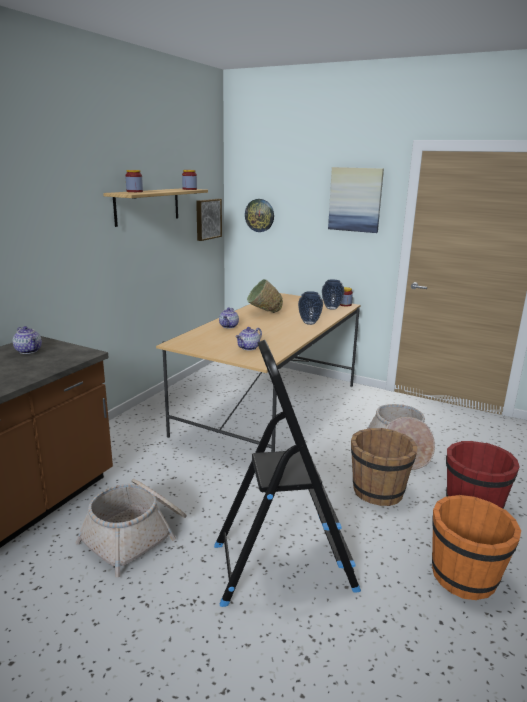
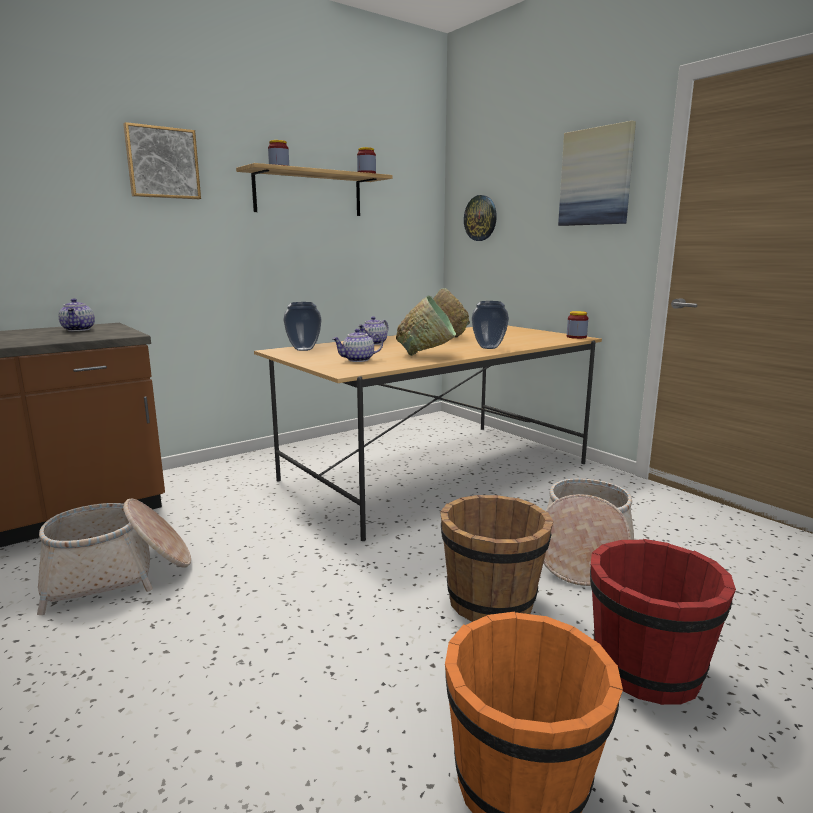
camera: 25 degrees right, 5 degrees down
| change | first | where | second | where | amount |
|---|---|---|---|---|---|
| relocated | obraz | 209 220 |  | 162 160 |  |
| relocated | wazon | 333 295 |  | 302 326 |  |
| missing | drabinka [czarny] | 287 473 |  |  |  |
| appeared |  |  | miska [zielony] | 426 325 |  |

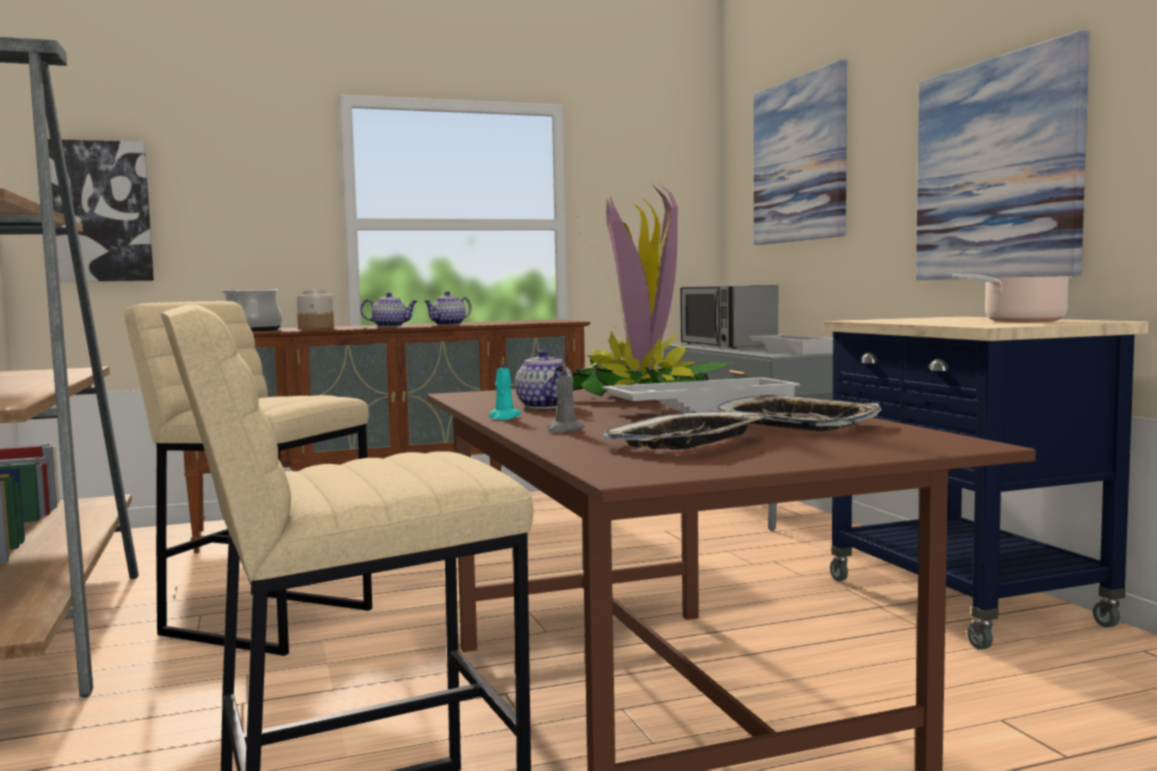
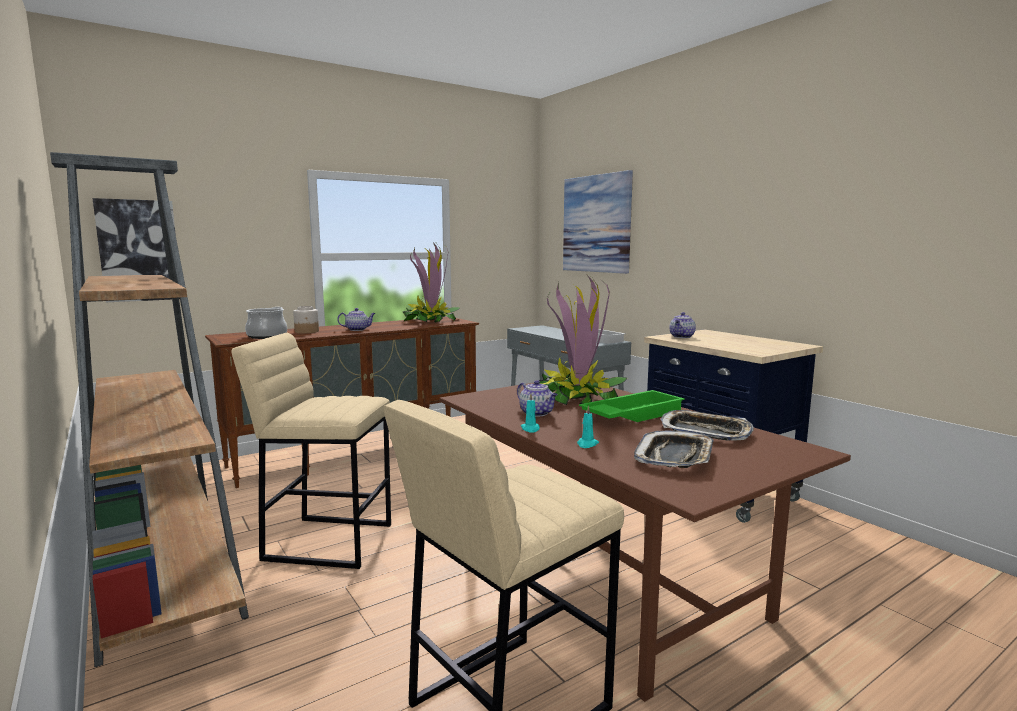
camera: 15 degrees left, 5 degrees up
| change | first | where | second | where | amount |
|---|---|---|---|---|---|
| missing | obraz | 1002 155 |  |  |  |
| missing | garnek | 1012 298 |  |  |  |
| missing | mikrofalówka | 729 317 |  |  |  |
| relocated | imbryk | 448 308 |  | 682 325 |  |
| colour | świeca [szary] | 566 397 | świeca [turkusowy] | 588 426 |  |
| colour | taca [biały] | 701 394 | taca [zielony] | 632 406 |  |
| appeared |  |  | roślina doniczkowa | 431 282 |  |

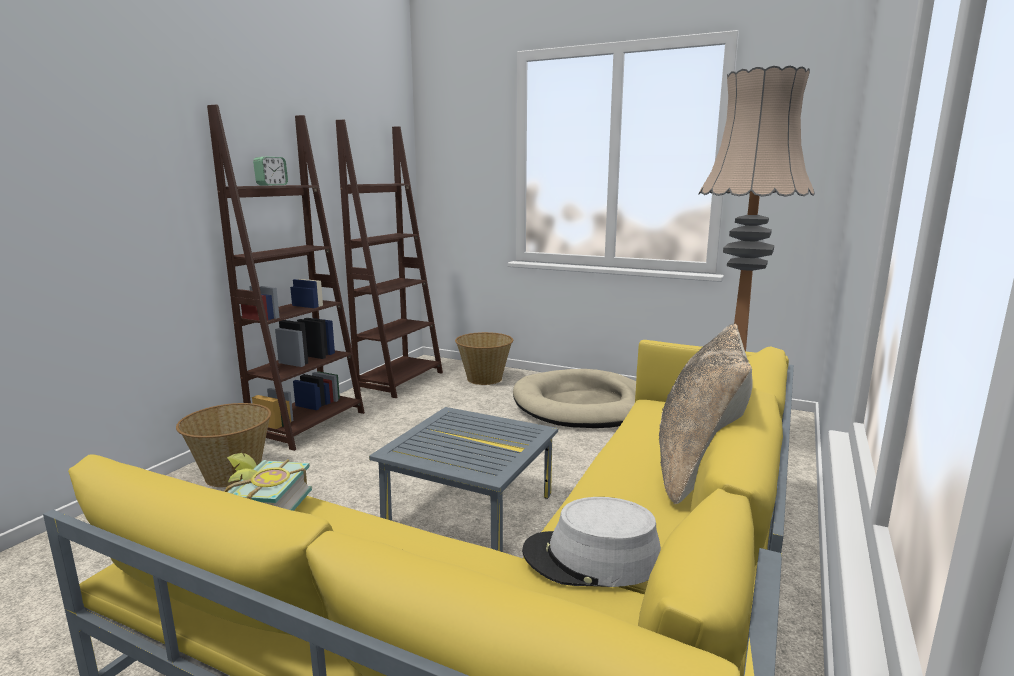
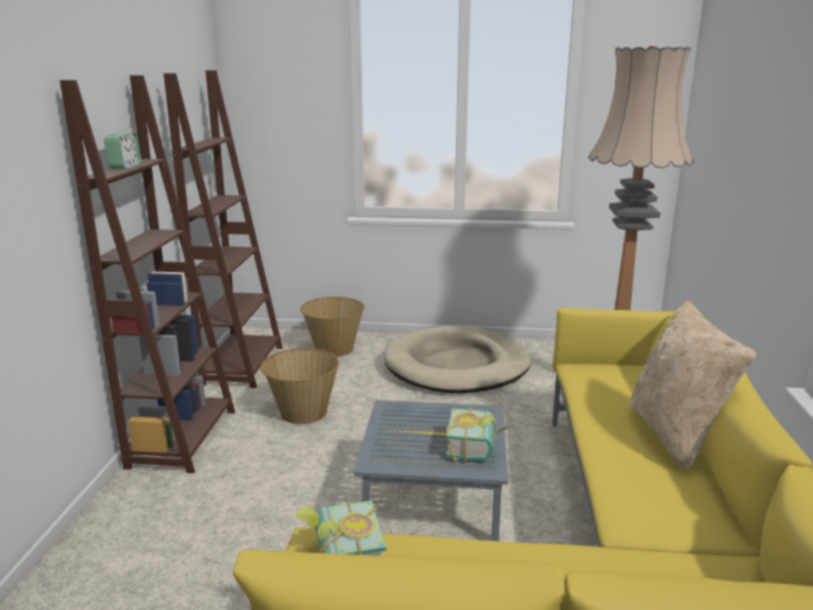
camera: 20 degrees left, 5 degrees up
| change | first | where | second | where | amount |
|---|---|---|---|---|---|
| relocated | koszyk | 223 445 |  | 299 386 |  |
| missing | kapelusz [szary] | 591 542 |  |  |  |
| appeared |  |  | książka | 477 434 |  |

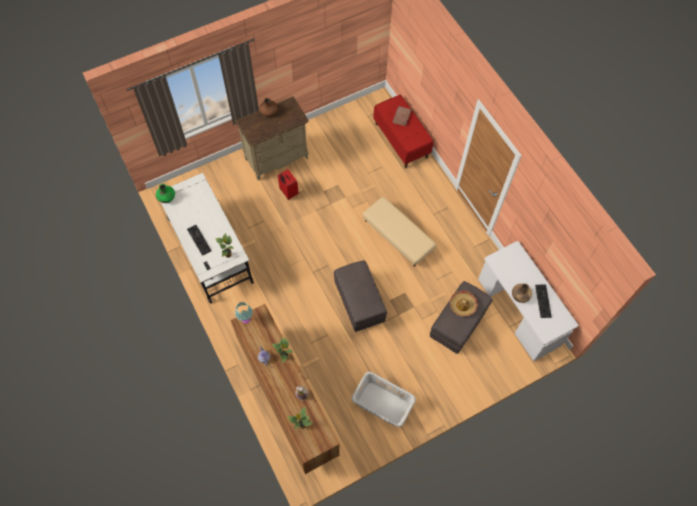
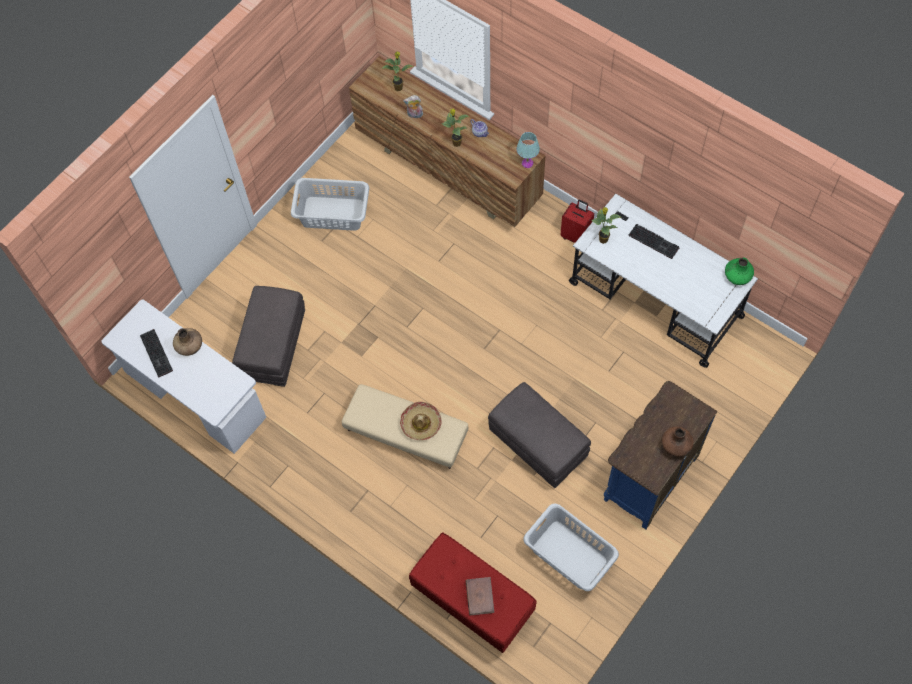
camera: 160 degrees right, 0 degrees up
| change | first | where | second | where | amount |
|---|---|---|---|---|---|
| colour | komoda [beżowy] | 272 138 | komoda [niebieski] | 661 455 |  |
| relocated | walizka [czerwony] | 288 184 |  | 577 221 |  |
| relocated | pufa [szary] | 360 296 |  | 539 435 |  |
| relocated | kapelusz | 464 304 |  | 421 421 |  |
| appeared |  |  | kosz na pranie [szary] | 571 547 |  |

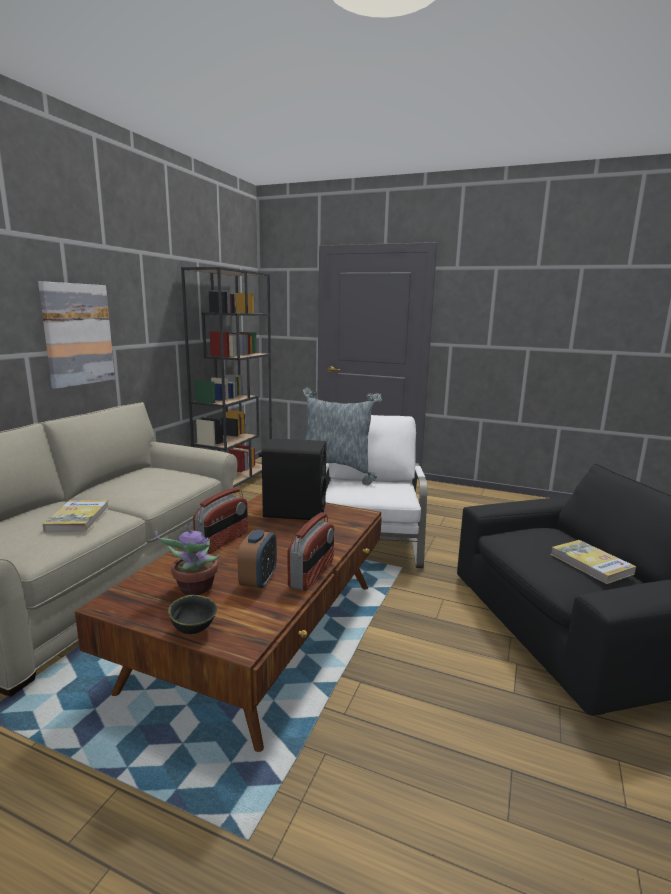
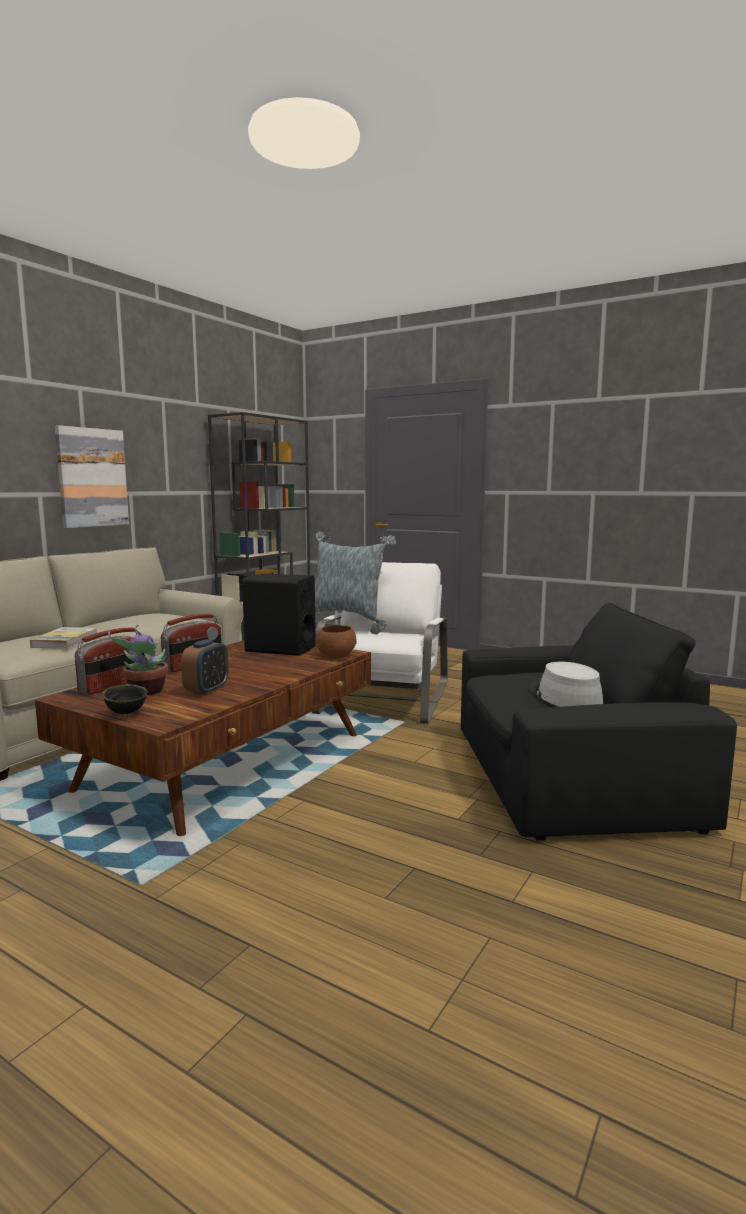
camera: 10 degrees right, 5 degrees down
| change | first | where | second | where | amount |
|---|---|---|---|---|---|
| relocated | radio | 311 551 |  | 110 661 |  |
| exchanged | książka | 593 562 | kapelusz [szary] | 566 684 |  |
| appeared |  |  | miska [brązowy] | 336 641 |  |

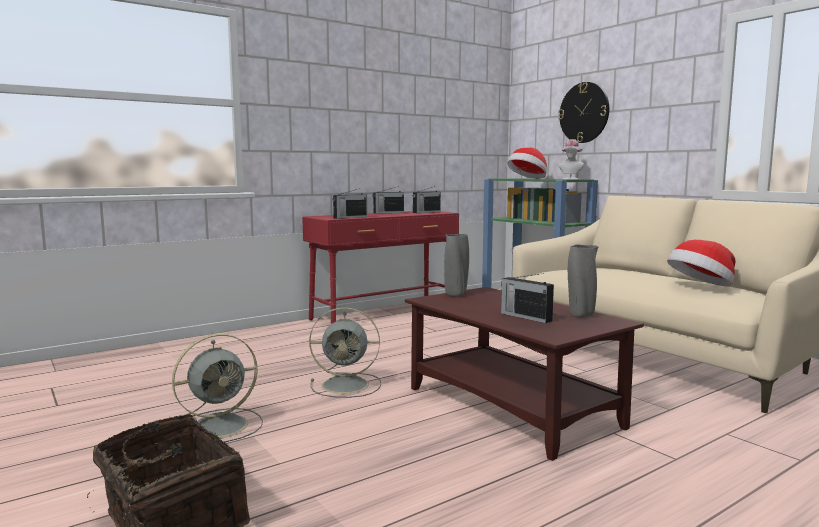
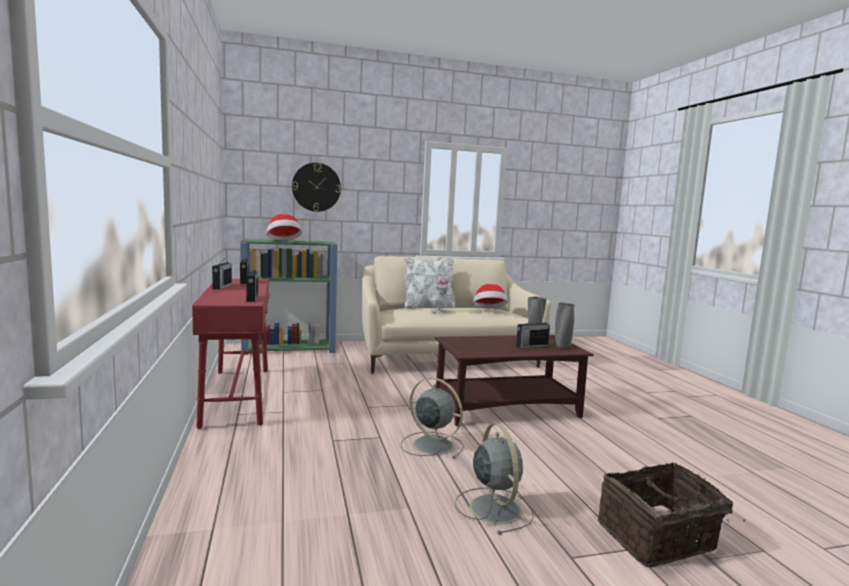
camera: 70 degrees left, 0 degrees up
| change | first | where | second | where | amount |
|---|---|---|---|---|---|
| relocated | kapelusz | 571 159 |  | 441 295 |  |
| relocated | wazon [szary] | 456 265 |  | 565 326 |  |
| spun | wentylator [szary] | 345 352 |  | 432 418 | 75 degrees counterclockwise |
| appeared |  |  | poduszka [biały] | 430 282 |  |

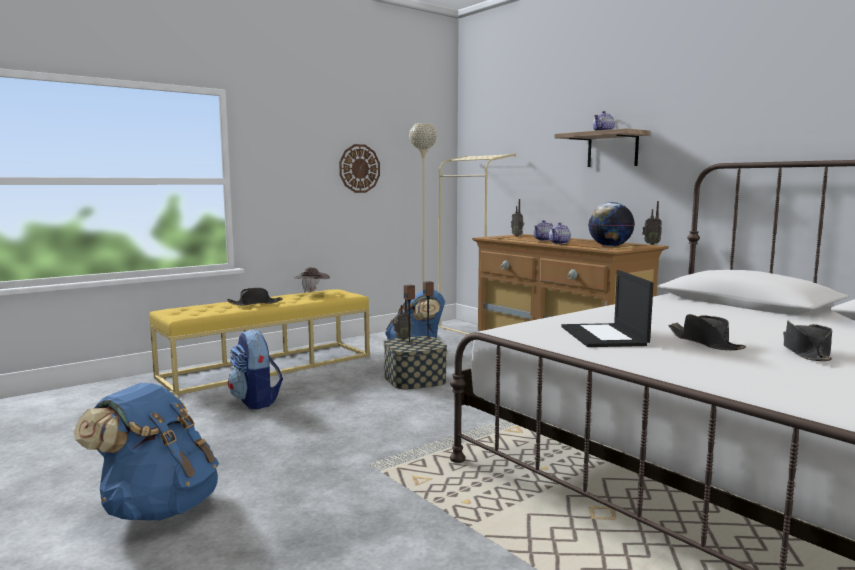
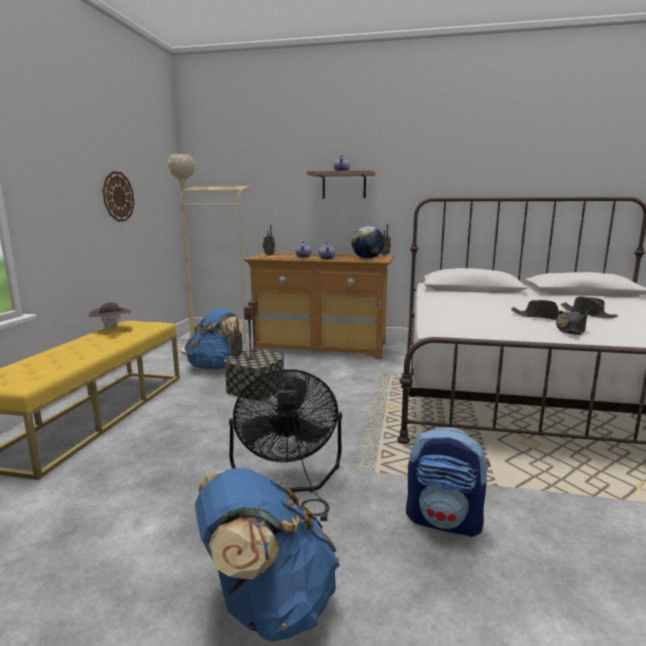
camera: 40 degrees left, 5 degrees up
| change | first | where | second | where | amount |
|---|---|---|---|---|---|
| missing | laptop | 608 308 |  |  |  |
| relocated | kapelusz [czarny] | 254 297 |  | 572 322 |  |
| relocated | plecak | 255 369 |  | 448 482 |  |
| appeared |  |  | wentylator [czarny] | 285 445 |  |

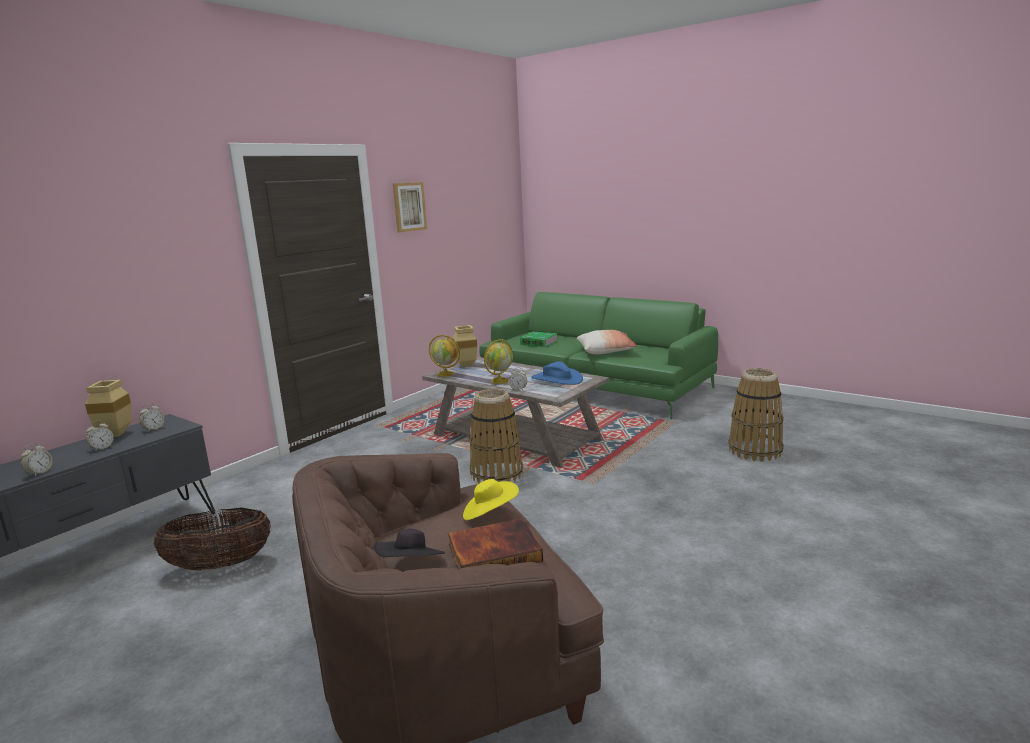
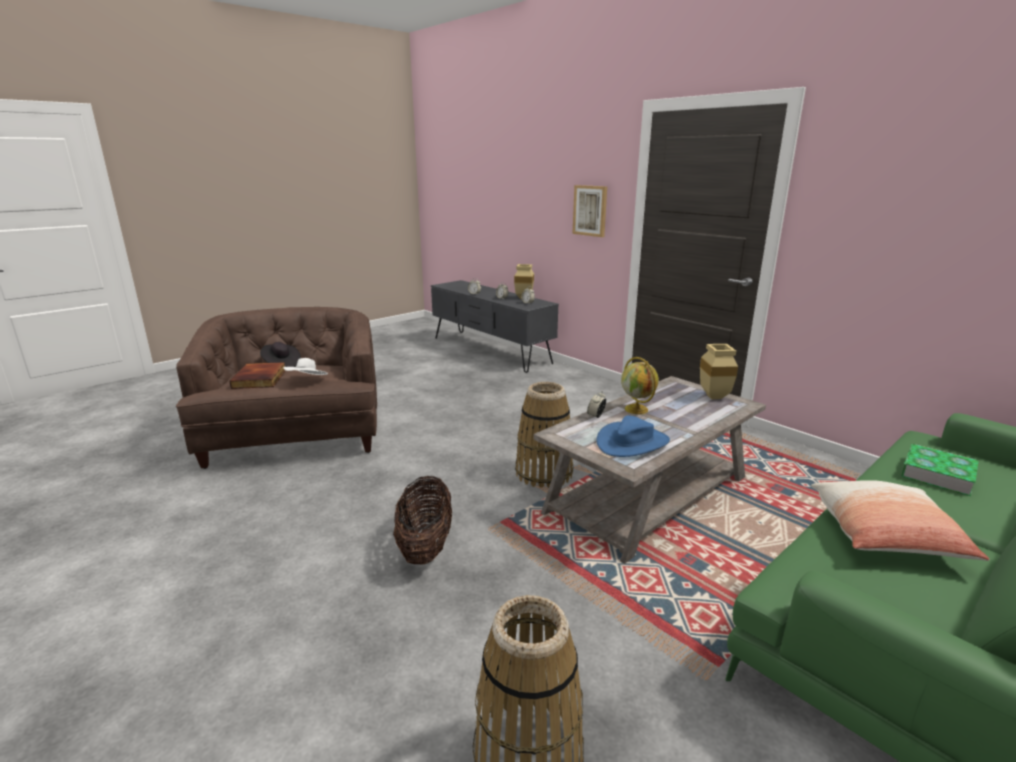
camera: 100 degrees right, 5 degrees up
| change | first | where | second | where | amount |
|---|---|---|---|---|---|
| relocated | obraz | 410 207 |  | 589 211 |  |
| missing | globus | 444 356 |  |  |  |
| colour | kapelusz [żółty] | 491 499 | kapelusz [biały] | 305 366 |  |
| relocated | koszyk | 212 539 |  | 422 520 |  |

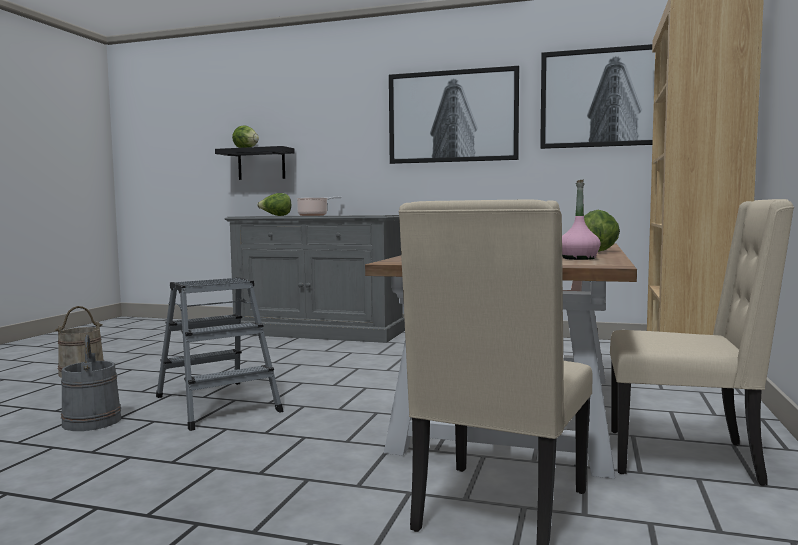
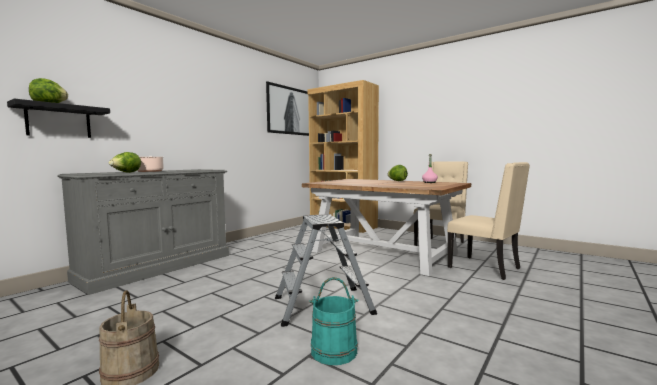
camera: 70 degrees left, 0 degrees up
| change | first | where | second | where | amount |
|---|---|---|---|---|---|
| missing | obraz | 454 115 |  |  |  |
| colour | wiadro [szary] | 91 383 | wiadro [turkusowy] | 333 321 |  |

